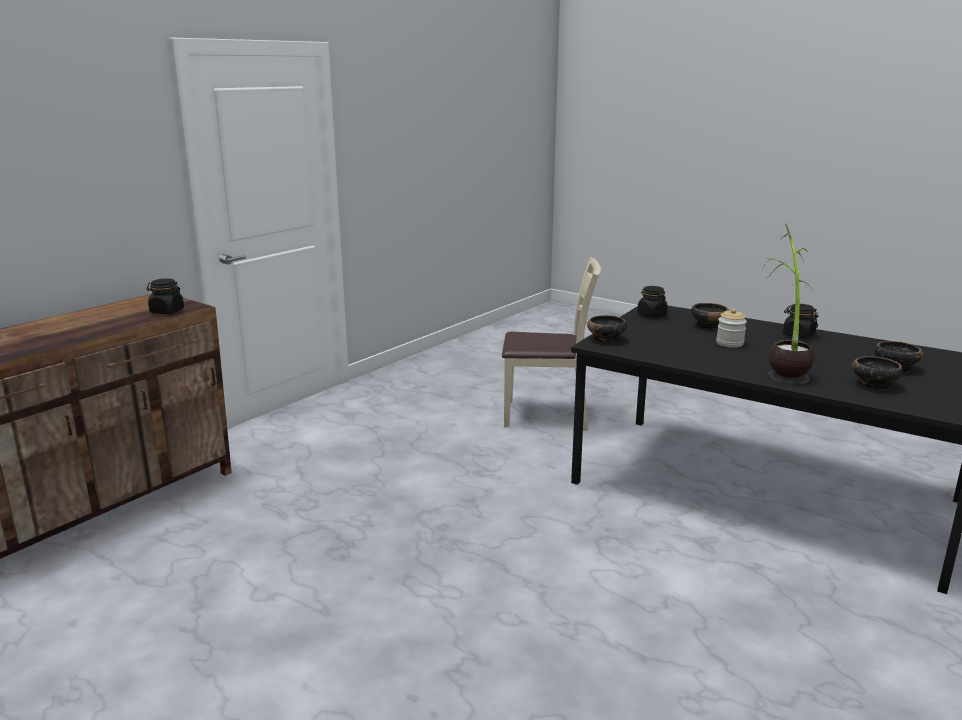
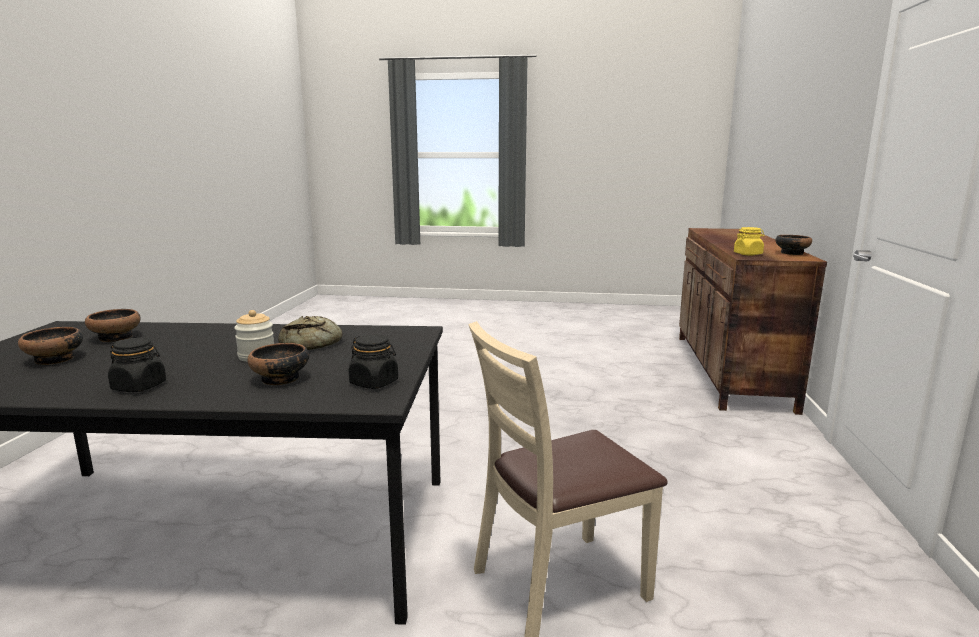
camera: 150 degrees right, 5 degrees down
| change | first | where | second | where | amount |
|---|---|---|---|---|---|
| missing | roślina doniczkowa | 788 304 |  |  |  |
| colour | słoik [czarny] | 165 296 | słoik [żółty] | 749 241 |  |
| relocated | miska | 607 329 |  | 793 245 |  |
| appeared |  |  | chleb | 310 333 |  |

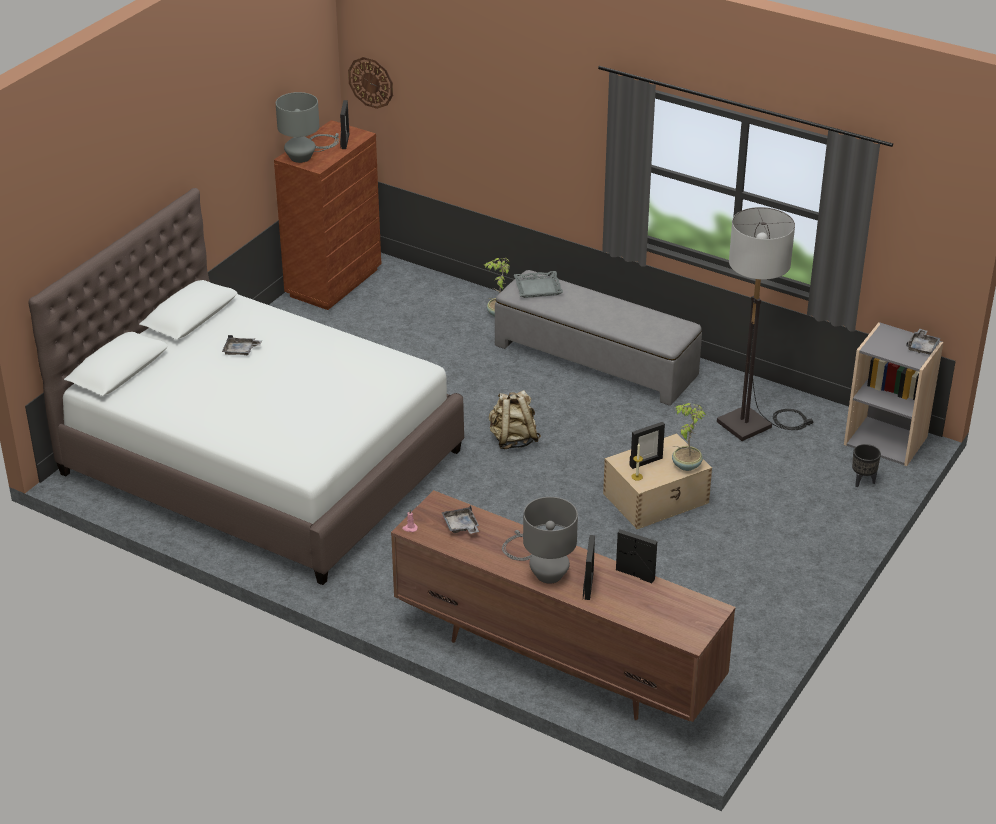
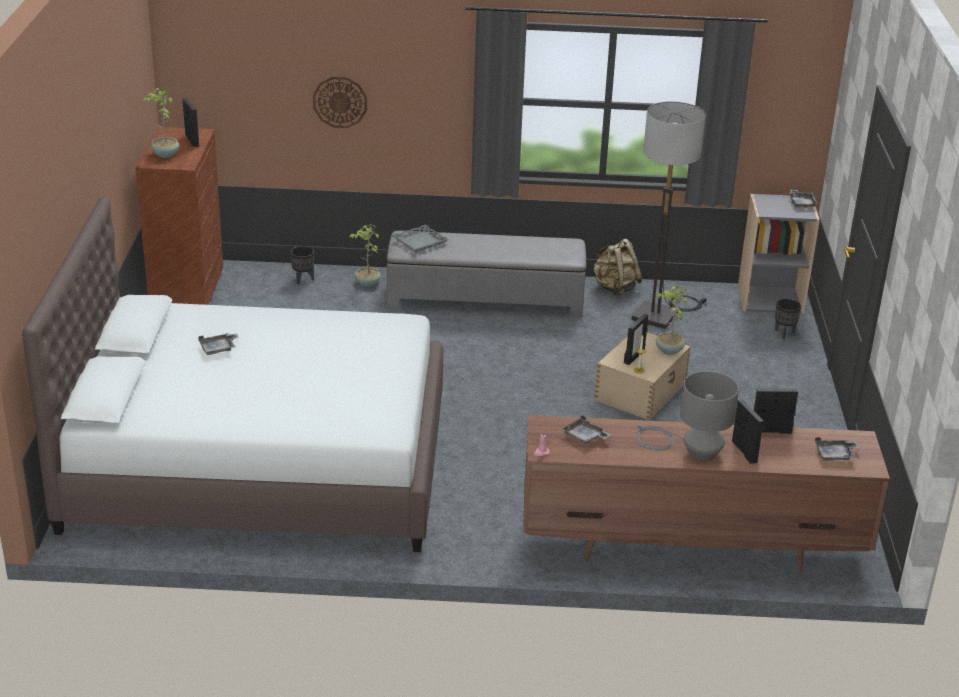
camera: 30 degrees left, 5 degrees down
| change | first | where | second | where | amount |
|---|---|---|---|---|---|
| relocated | zegar ścienny | 370 83 |  | 340 102 |  |
| exchanged | lampa stołowa [szary] | 307 127 | roślina doniczkowa | 160 122 |  |
| relocated | plecak [beżowy] | 515 419 |  | 617 267 |  |
| appeared |  |  | donica [czarny] | 302 265 |  |
| appeared |  |  | taca [szary] | 837 449 |  |

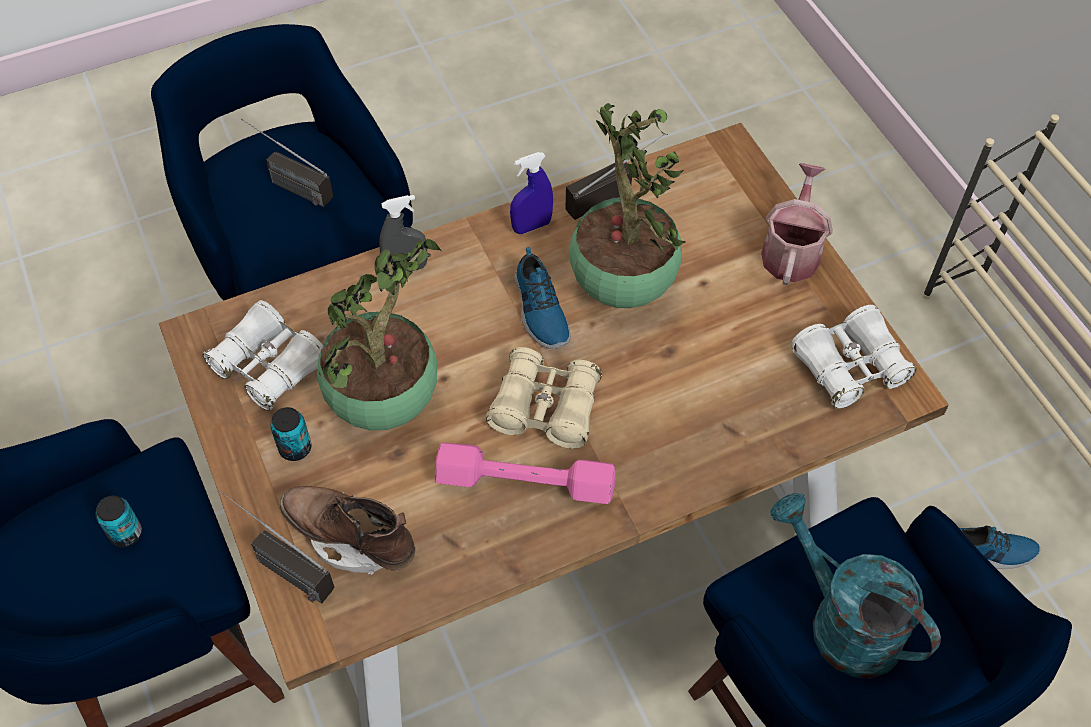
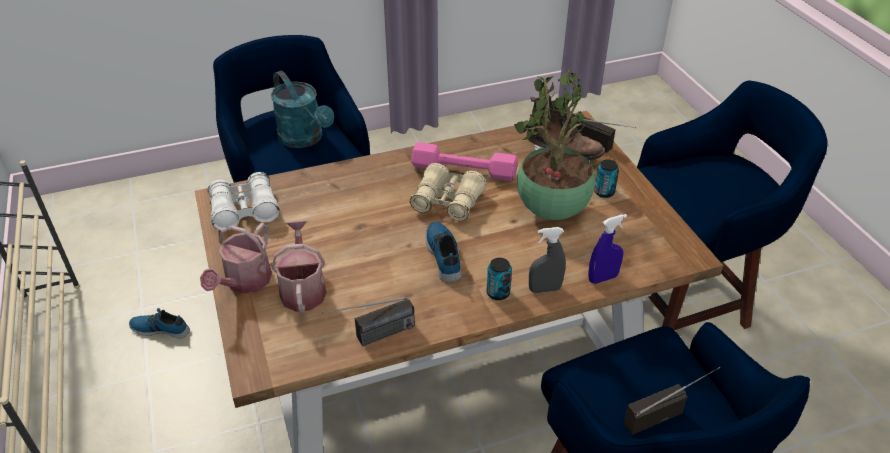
camera: 175 degrees left, 15 degrees down
| change | first | where | second | where | amount |
|---|---|---|---|---|---|
| missing | roślina doniczkowa | 628 205 |  |  |  |
| spun | radio | 287 163 |  | 671 401 | 60 degrees counterclockwise |
| relocated | spryskiwacz [niebieski] | 531 193 |  | 607 249 |  |
| missing | lornetka [biały] | 263 355 |  |  |  |
| relocated | puszka | 118 522 |  | 499 279 |  |
| appeared |  |  | konewka | 299 267 |  |

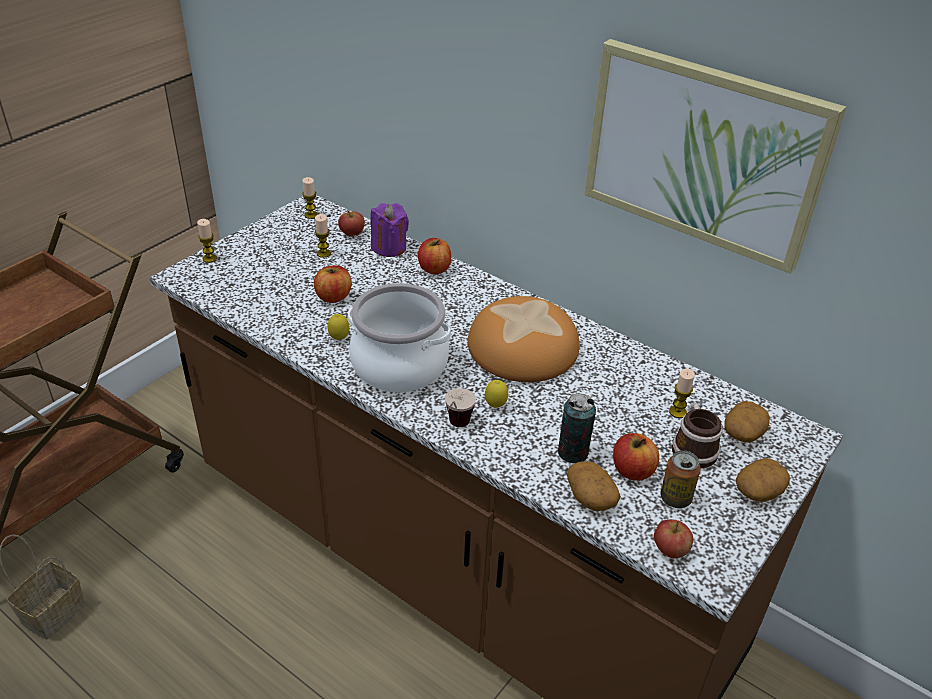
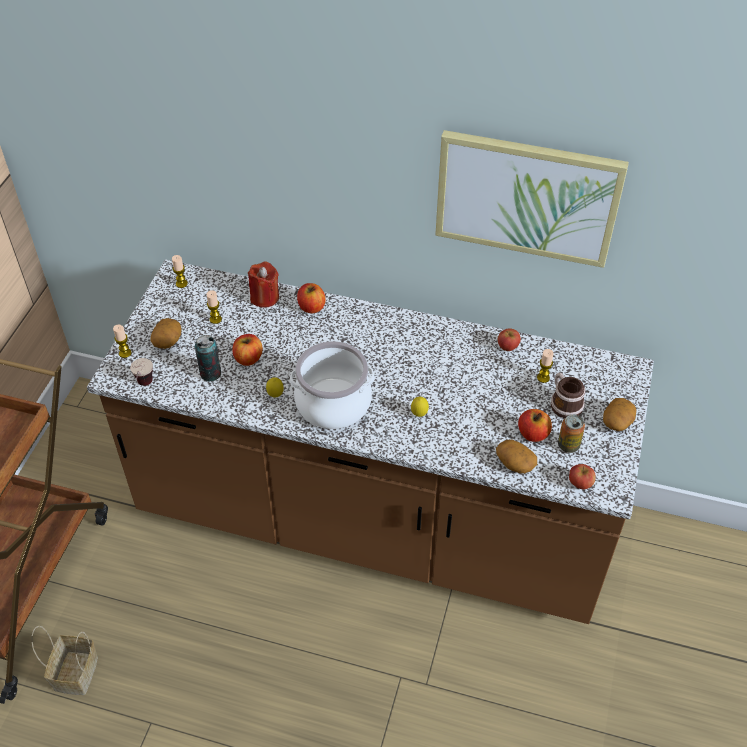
camera: 20 degrees left, 10 degrees up
| change | first | where | second | where | amount |
|---|---|---|---|---|---|
| colour | świeca [fioletowy] | 389 230 | świeca [czerwony] | 263 284 |  |
| relocated | jabłko | 351 223 |  | 509 339 |  |
| missing | chleb | 524 339 |  |  |  |
| relocated | filiżanka | 460 407 |  | 141 372 |  |
| relocated | puszka | 577 428 |  | 208 358 |  |
| relocated | ziemniak | 747 422 |  | 166 333 |  |

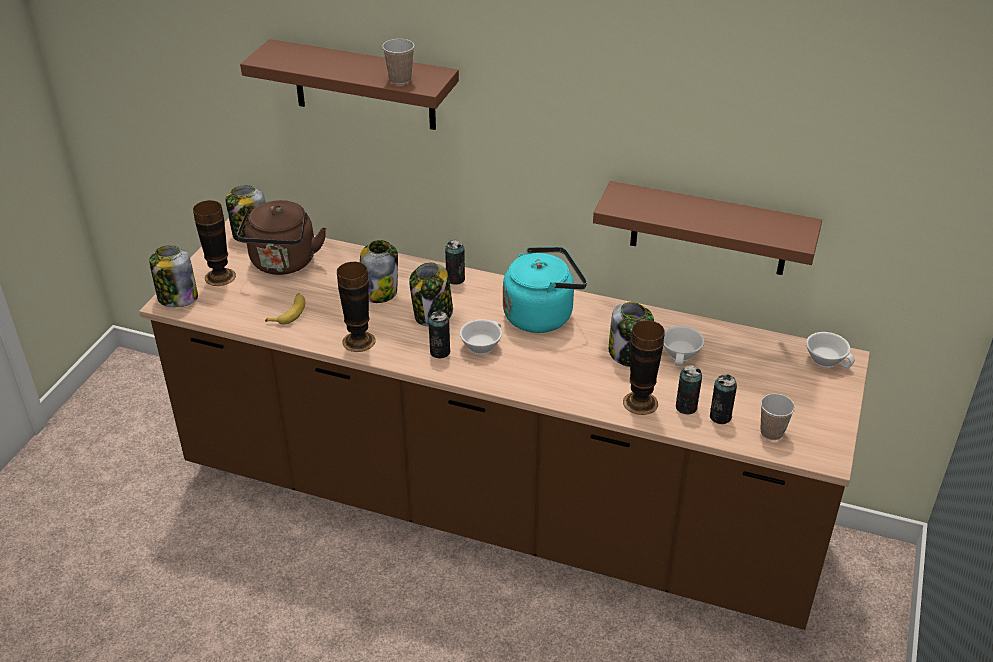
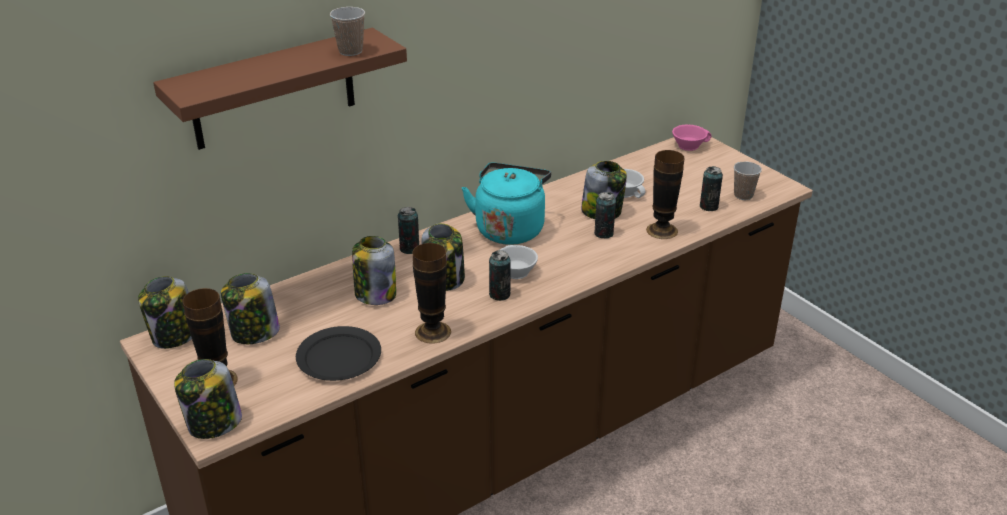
camera: 55 degrees left, 5 degrees down
| change | first | where | second | where | amount |
|---|---|---|---|---|---|
| missing | półka [brązowy] | 707 228 |  |  |  |
| exchanged | czajnik [brązowy] | 281 237 | słoik | 250 308 |  |
| exchanged | banan | 285 308 | talerz [czarny] | 338 353 |  |
| colour | filiżanka [biały] | 830 350 | filiżanka [różowy] | 692 137 |  |
| relocated | puszka | 689 390 |  | 605 215 |  |

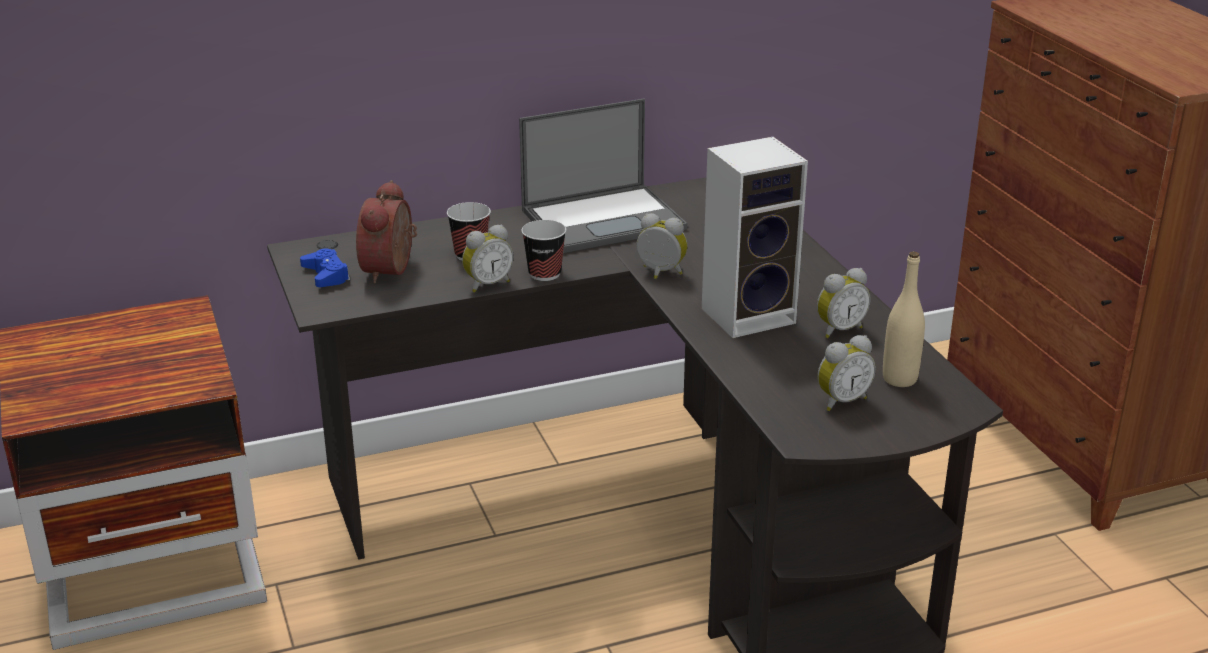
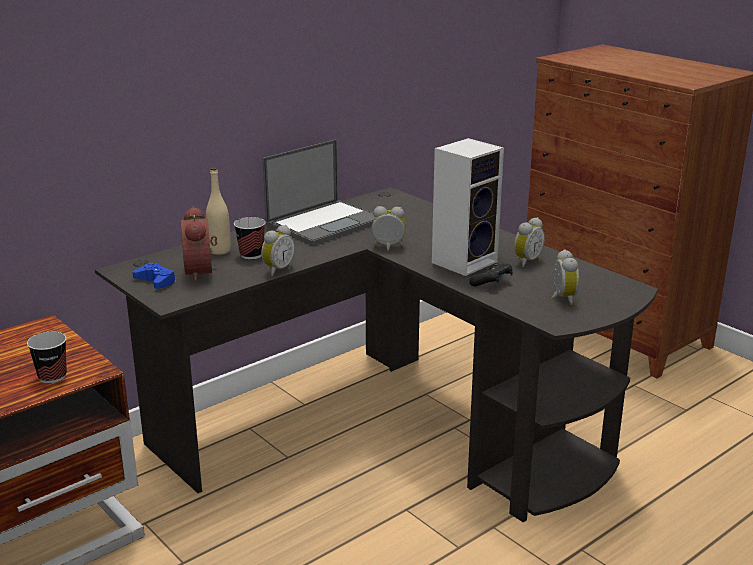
camera: 20 degrees left, 5 degrees down
| change | first | where | second | where | amount |
|---|---|---|---|---|---|
| relocated | filiżanka | 543 250 |  | 47 357 |  |
| relocated | butelka [beżowy] | 904 319 |  | 218 211 |  |
| spun | budzik | 846 373 |  | 565 277 | 45 degrees counterclockwise |
| appeared |  |  | pad do gier [czarny] | 491 275 |  |

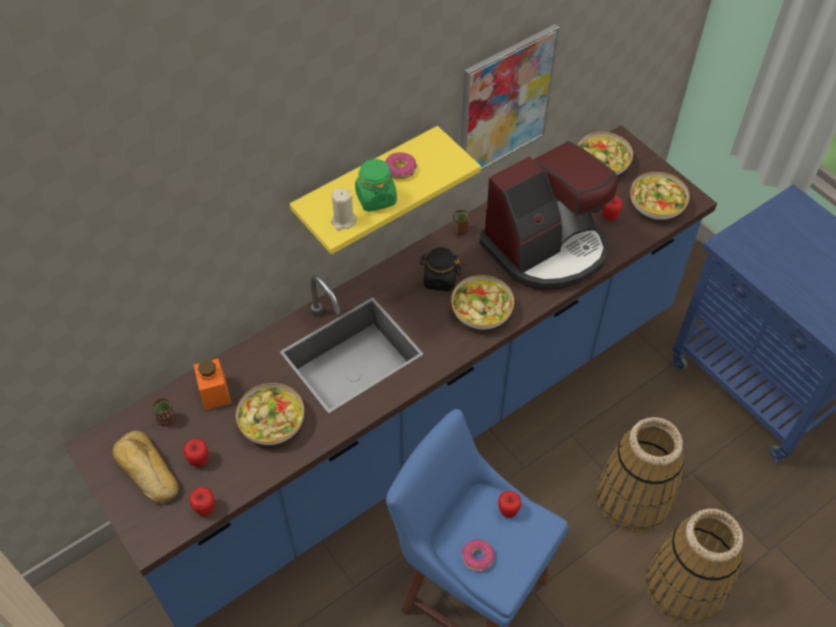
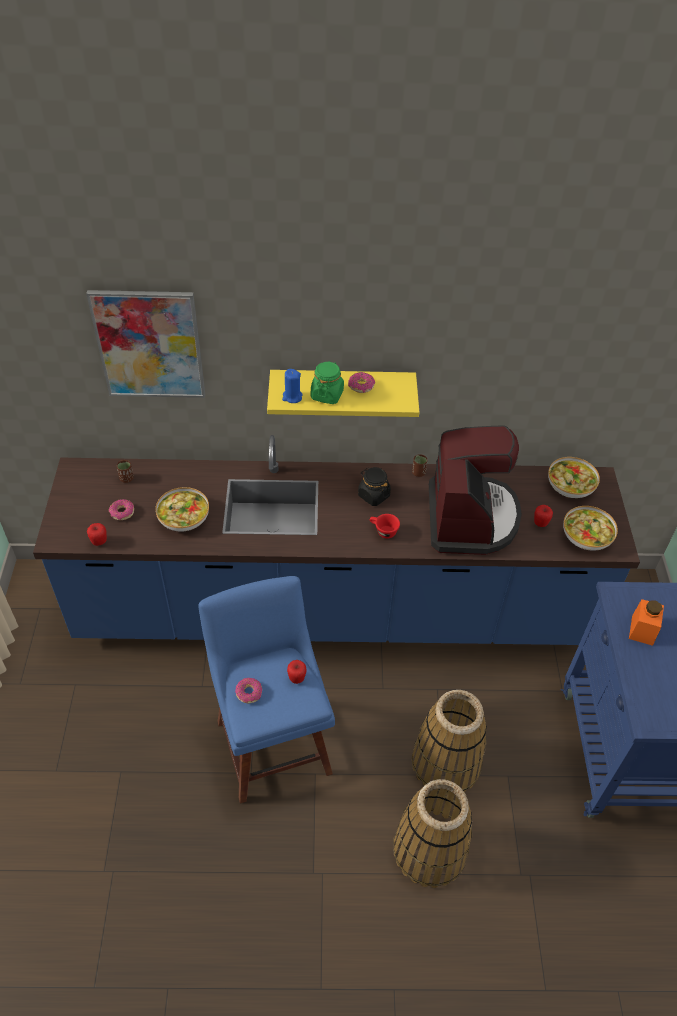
camera: 35 degrees right, 5 degrees down
| change | first | where | second | where | amount |
|---|---|---|---|---|---|
| relocated | obraz | 510 97 |  | 145 344 |  |
| spun | ekspres do kawy | 548 215 |  | 475 490 | 90 degrees counterclockwise |
| colour | świeca [beżowy] | 344 209 | świeca [niebieski] | 292 386 |  |
| exchanged | miska | 482 302 | filiżanka [czerwony] | 384 526 |  |
| relocated | słoik [pomarańczowy] | 212 384 |  | 646 622 |  |
| missing | chleb | 145 467 |  |  |  |
| exchanged | jabłko | 196 453 | donut | 121 509 |  |

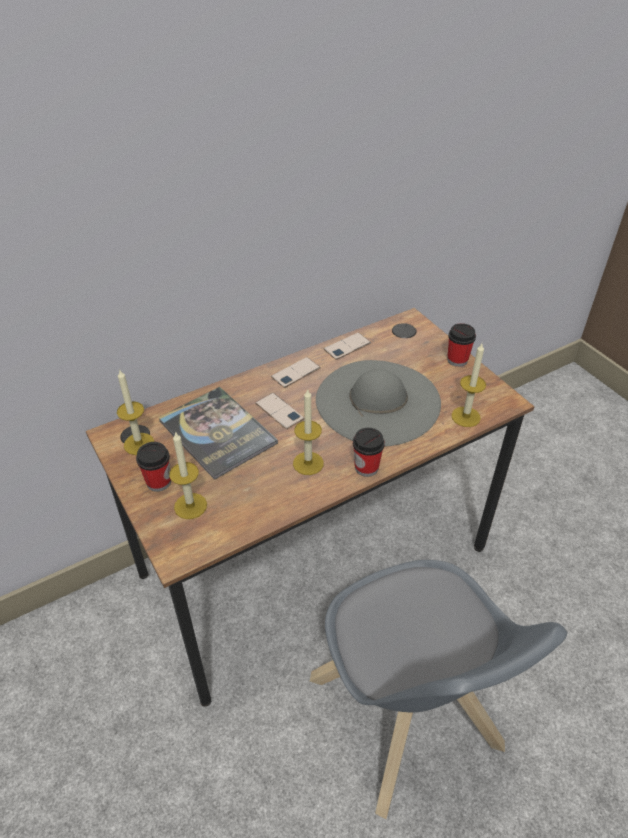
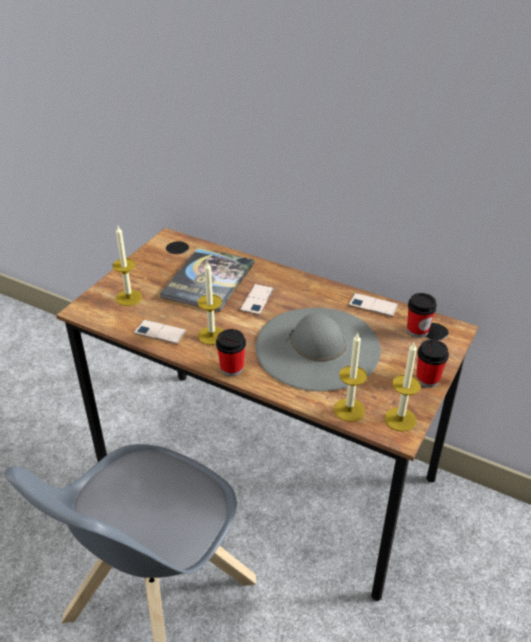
camera: 60 degrees right, 5 degrees down
| change | first | where | second | where | amount |
|---|---|---|---|---|---|
| relocated | telefon | 296 372 |  | 159 332 |  |
| relocated | świeca | 135 412 |  | 403 386 |  |
| relocated | filiżanka | 153 467 |  | 422 315 |  |

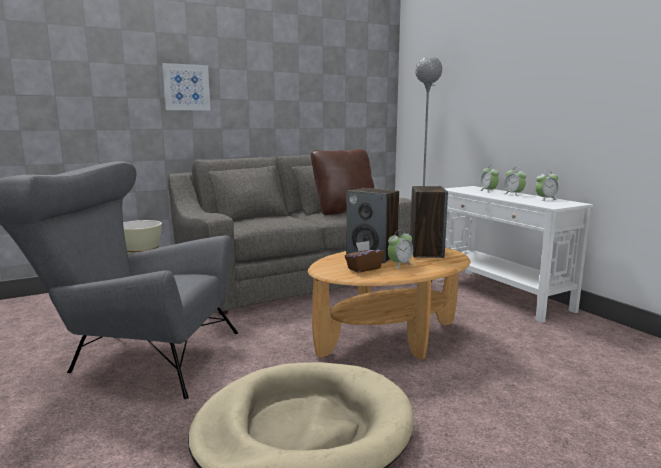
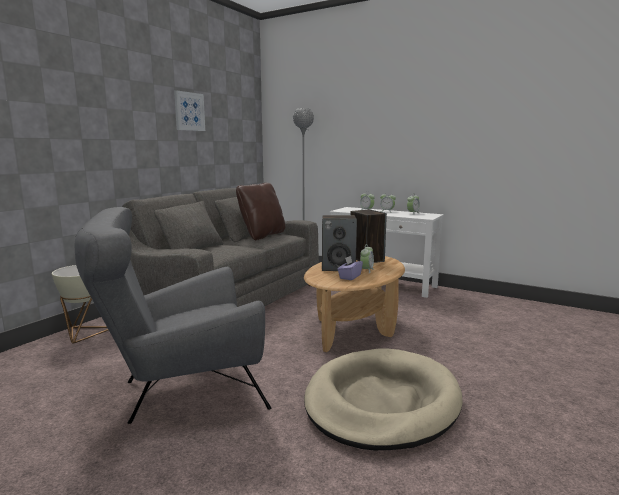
camera: 30 degrees left, 0 degrees up
| change | first | where | second | where | amount |
|---|---|---|---|---|---|
| relocated | obraz | 186 87 |  | 189 110 |  |
| colour | pudełko chusteczek [brązowy] | 364 257 | pudełko chusteczek [fioletowy] | 350 267 |  |

